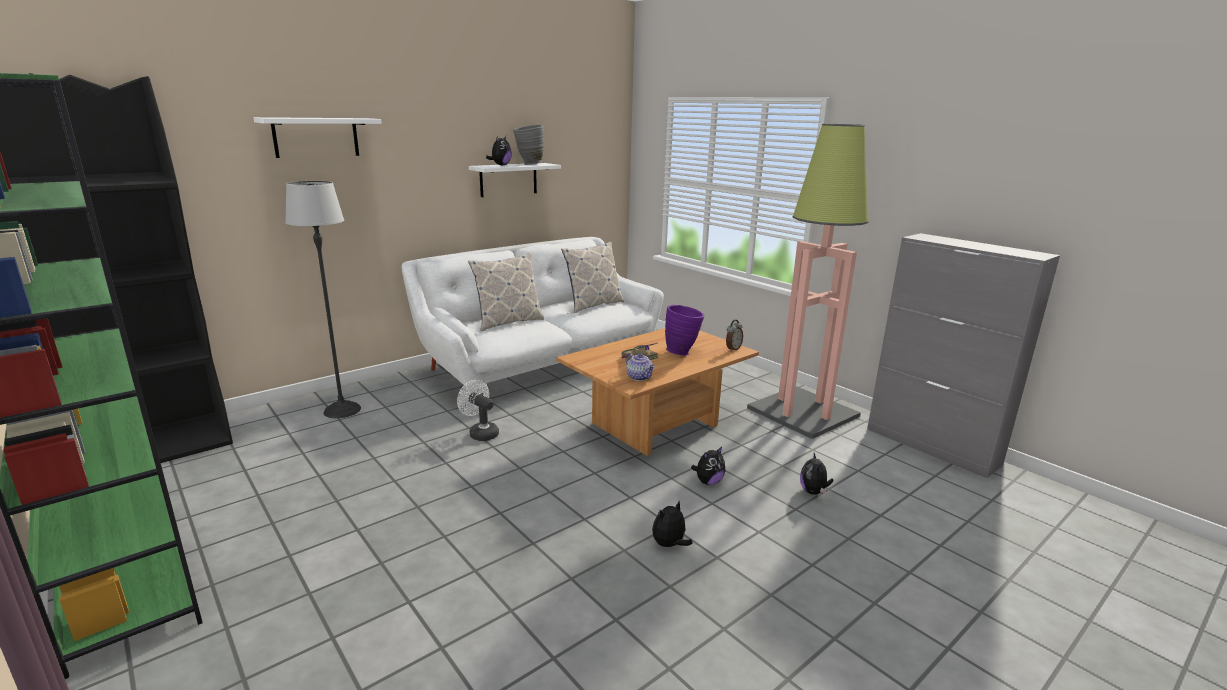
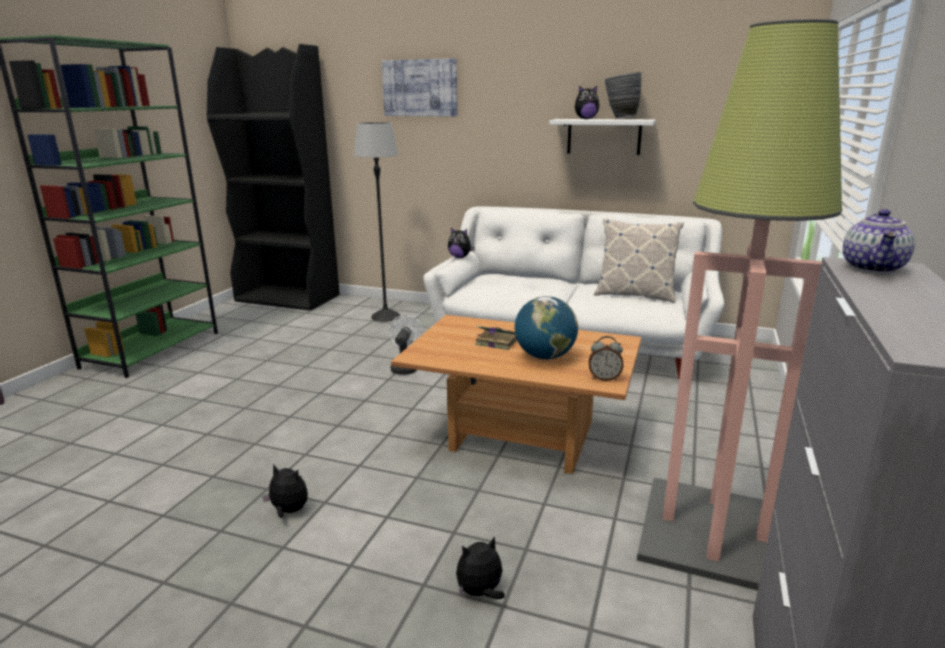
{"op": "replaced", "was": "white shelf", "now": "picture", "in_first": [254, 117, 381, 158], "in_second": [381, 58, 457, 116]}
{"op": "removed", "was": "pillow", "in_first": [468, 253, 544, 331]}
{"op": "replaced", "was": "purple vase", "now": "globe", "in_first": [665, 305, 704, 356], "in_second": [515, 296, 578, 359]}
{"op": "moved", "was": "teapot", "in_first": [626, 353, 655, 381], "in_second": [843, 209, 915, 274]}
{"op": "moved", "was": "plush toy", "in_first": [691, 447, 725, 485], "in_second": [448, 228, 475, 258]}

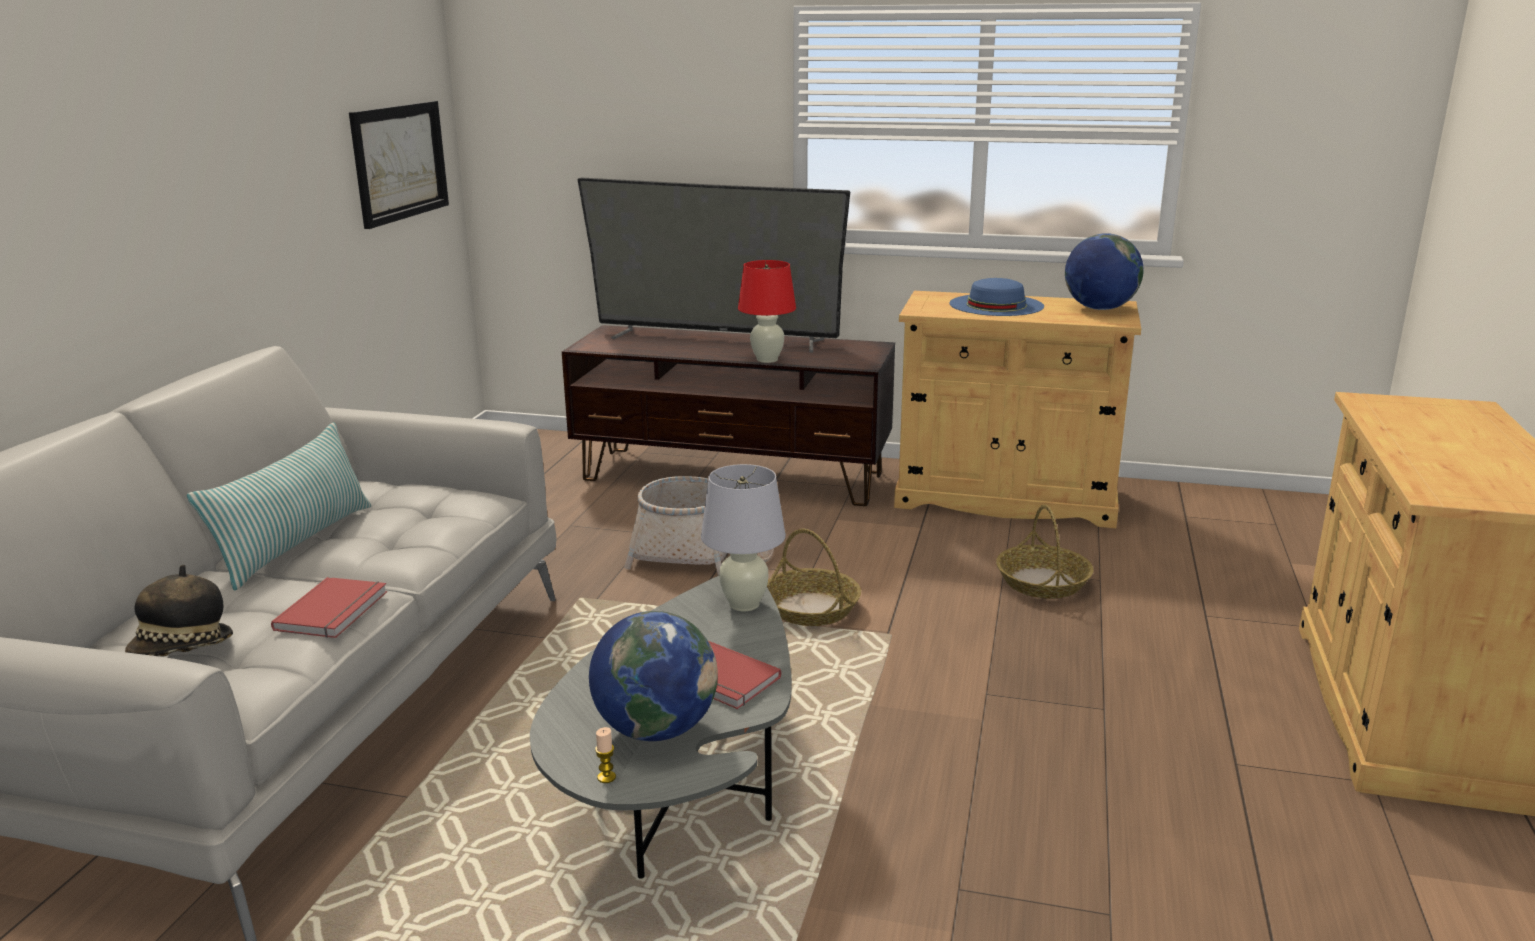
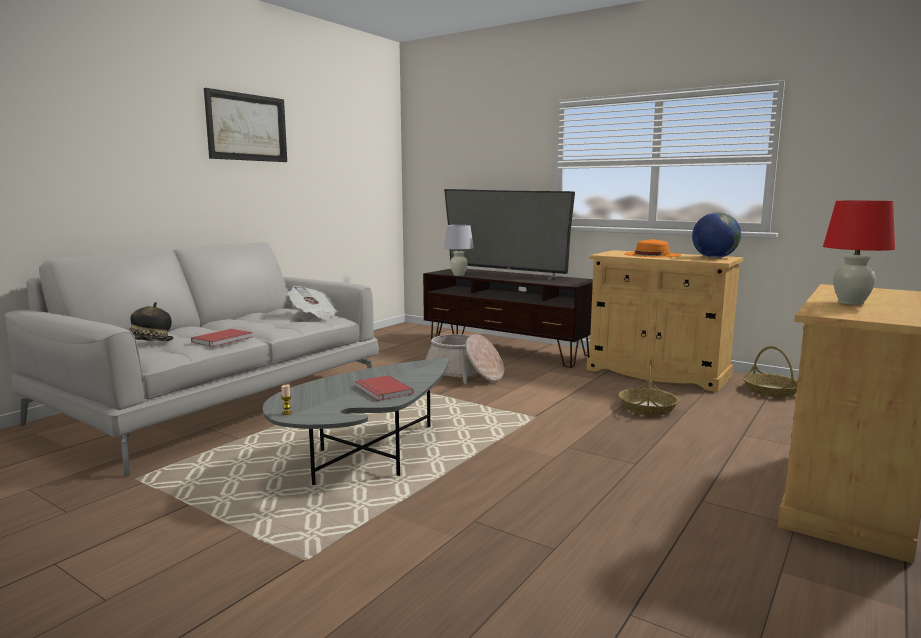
{"op": "moved", "was": "picture", "in_first": [349, 101, 449, 229], "in_second": [204, 88, 287, 162]}
{"op": "moved", "was": "red table lamp", "in_first": [738, 260, 796, 363], "in_second": [823, 200, 895, 305]}
{"op": "recoloured", "was": "blue hat", "now": "orange hat", "in_first": [950, 278, 1044, 316], "in_second": [624, 239, 681, 257]}
{"op": "removed", "was": "pillow", "in_first": [187, 423, 371, 590]}
{"op": "moved", "was": "white table lamp", "in_first": [701, 464, 786, 611], "in_second": [444, 225, 474, 276]}
{"op": "moved", "was": "basket", "in_first": [767, 529, 861, 626], "in_second": [743, 346, 798, 397]}
{"op": "removed", "was": "globe", "in_first": [589, 611, 718, 741]}
{"op": "added", "now": "newspaper", "in_second": [288, 286, 339, 320]}

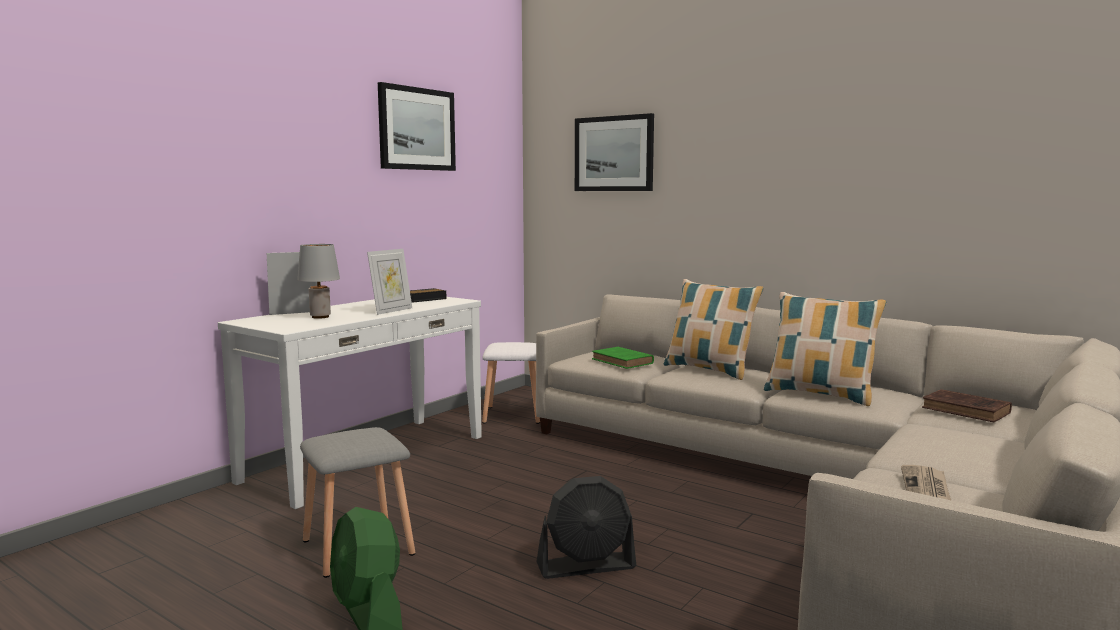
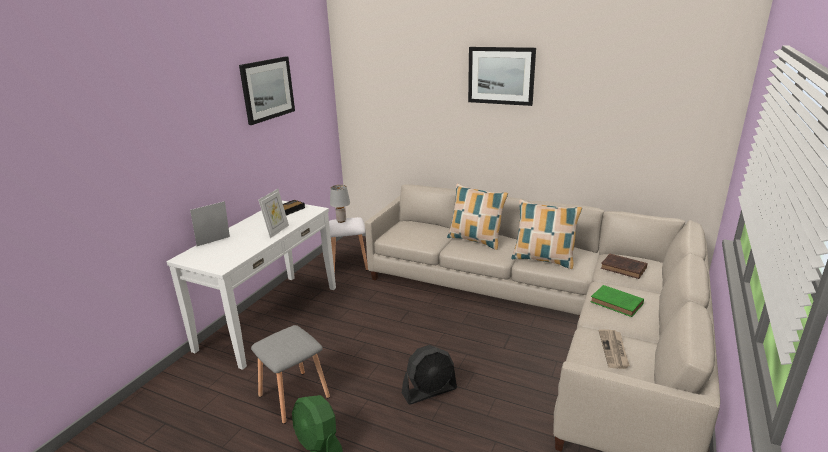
{"op": "moved", "was": "picture", "in_first": [575, 113, 654, 191], "in_second": [468, 47, 536, 106]}
{"op": "moved", "was": "grey table lamp", "in_first": [297, 244, 340, 319], "in_second": [330, 185, 350, 223]}
{"op": "moved", "was": "green book", "in_first": [592, 347, 654, 369], "in_second": [590, 285, 644, 317]}

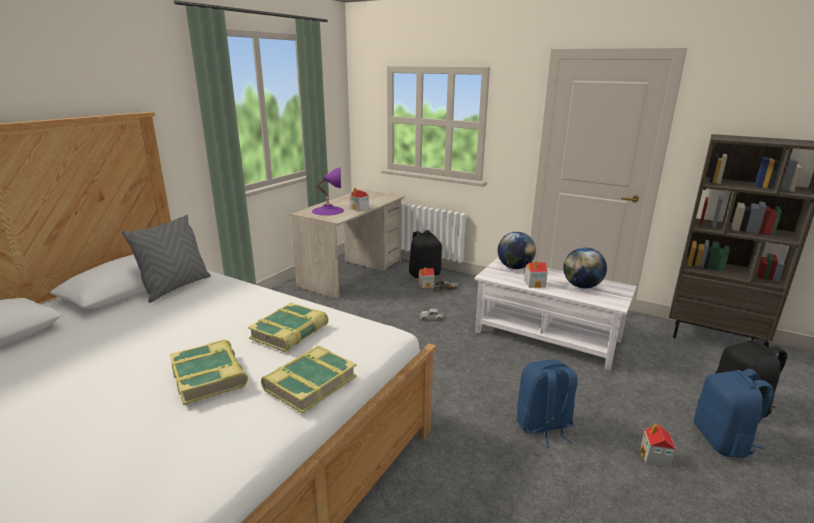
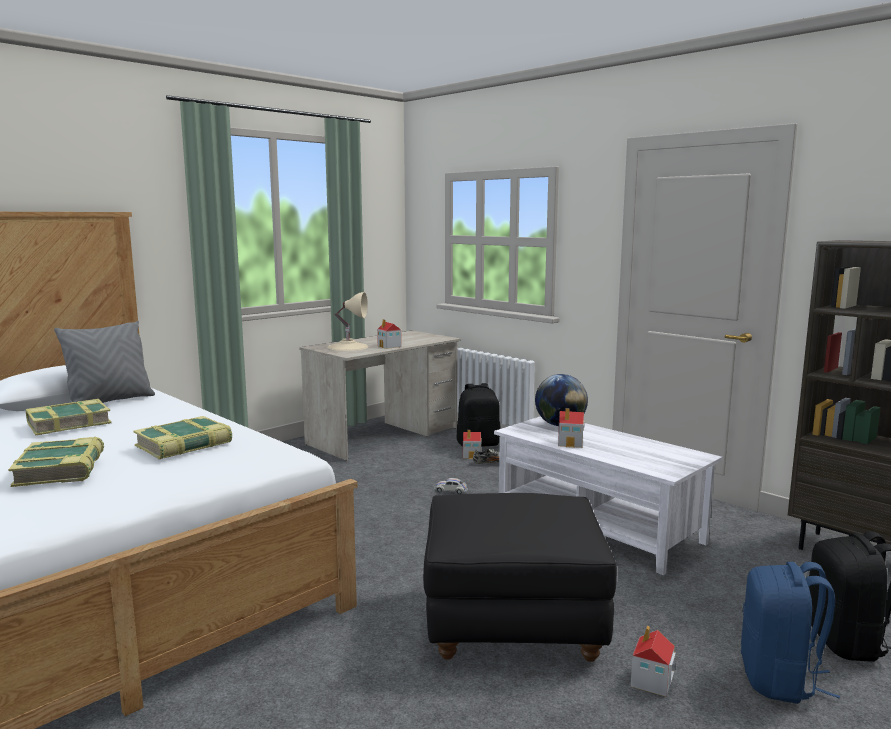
{"op": "recoloured", "was": "purple table lamp", "now": "beige table lamp", "in_first": [312, 167, 344, 216], "in_second": [328, 292, 369, 351]}
{"op": "removed", "was": "globe", "in_first": [563, 247, 607, 288]}
{"op": "moved", "was": "book", "in_first": [261, 346, 357, 414], "in_second": [26, 399, 111, 435]}
{"op": "replaced", "was": "blue backpack", "now": "black ottoman", "in_first": [517, 359, 578, 448], "in_second": [423, 493, 617, 662]}

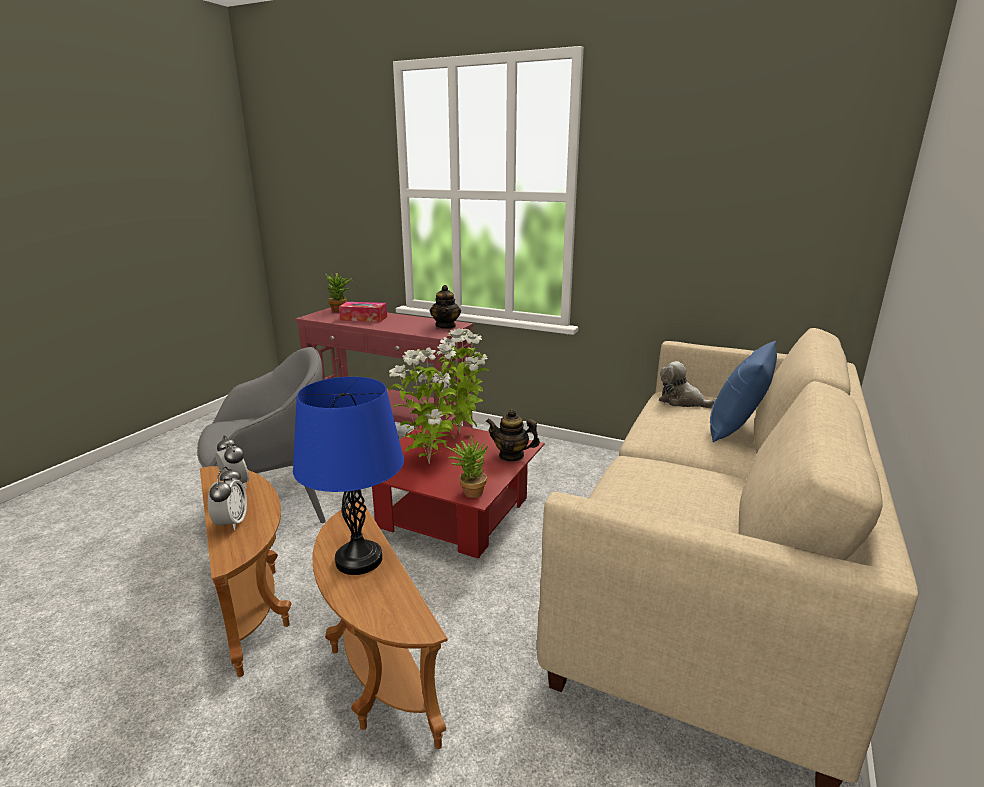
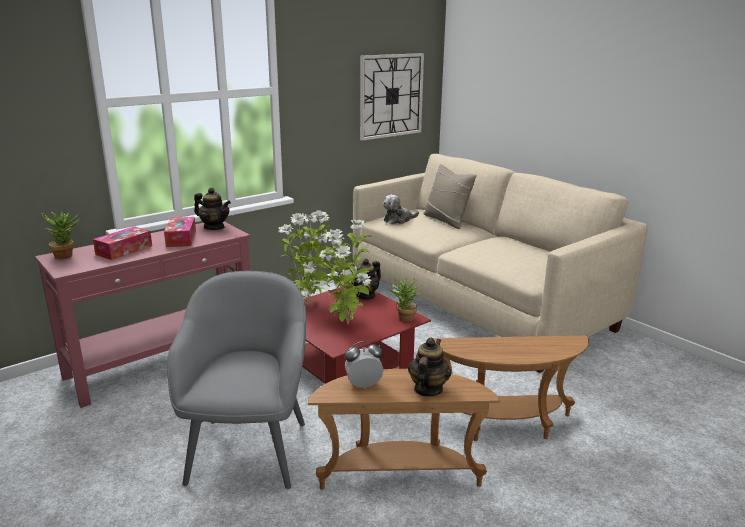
{"op": "recoloured", "was": "blue pillow", "now": "beige pillow", "in_first": [710, 341, 777, 442], "in_second": [423, 164, 477, 229]}
{"op": "removed", "was": "blue table lamp", "in_first": [293, 377, 404, 575]}
{"op": "replaced", "was": "alarm clock", "now": "teapot", "in_first": [208, 466, 247, 530], "in_second": [408, 338, 451, 397]}
{"op": "added", "now": "wall clock", "in_second": [360, 53, 424, 141]}
{"op": "added", "now": "tissue box", "in_second": [164, 217, 196, 247]}

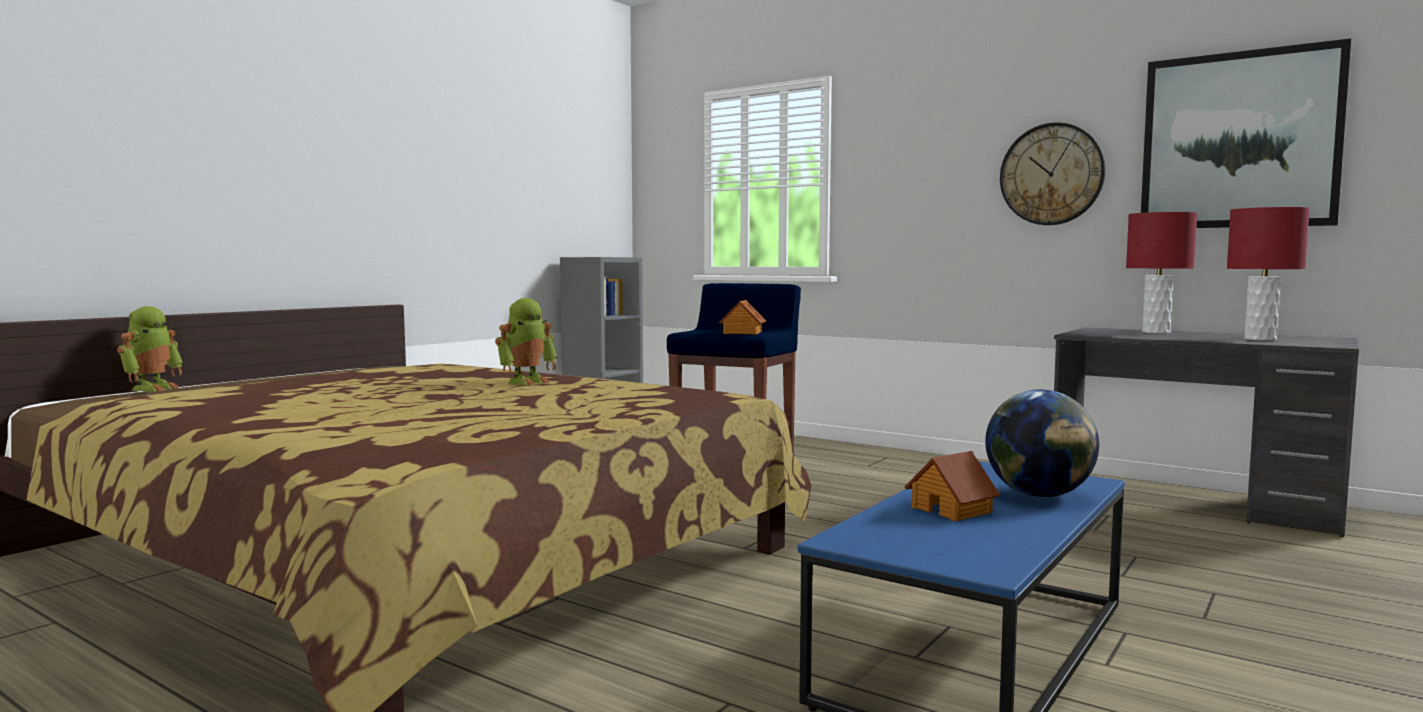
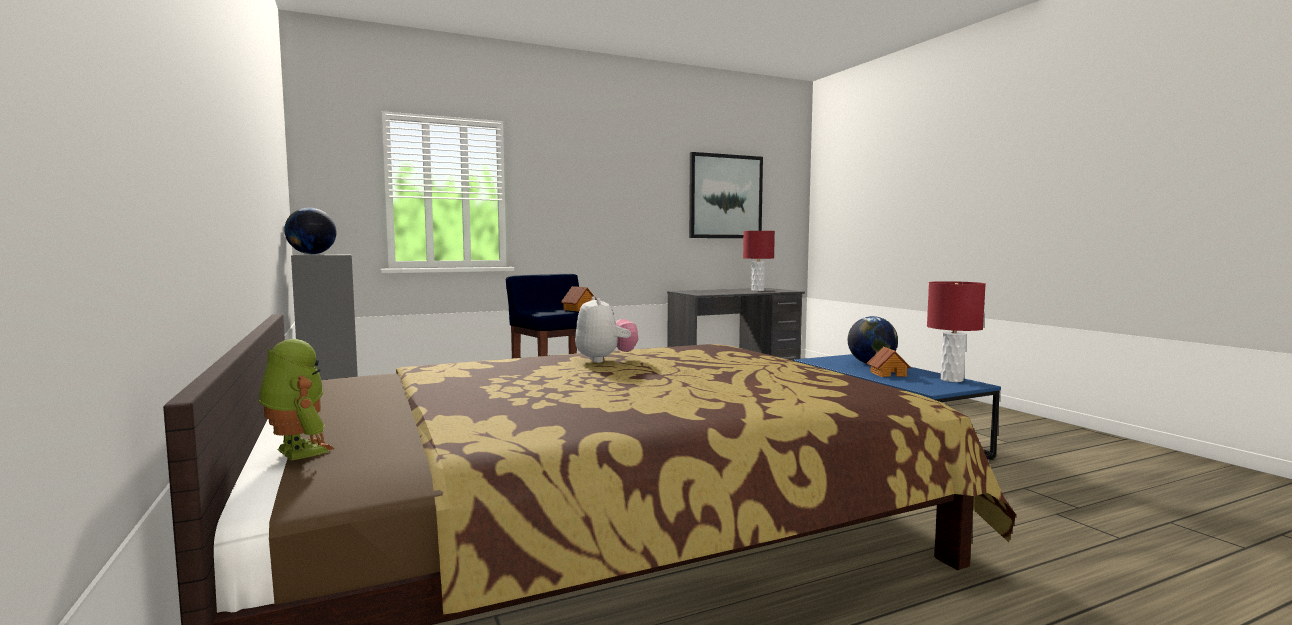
{"op": "removed", "was": "wall clock", "in_first": [1000, 122, 1106, 225]}
{"op": "moved", "was": "red table lamp", "in_first": [1126, 212, 1197, 334], "in_second": [927, 281, 986, 382]}
{"op": "replaced", "was": "toy robot", "now": "plush toy", "in_first": [495, 298, 557, 385], "in_second": [575, 296, 638, 363]}
{"op": "added", "now": "globe", "in_second": [284, 208, 336, 254]}

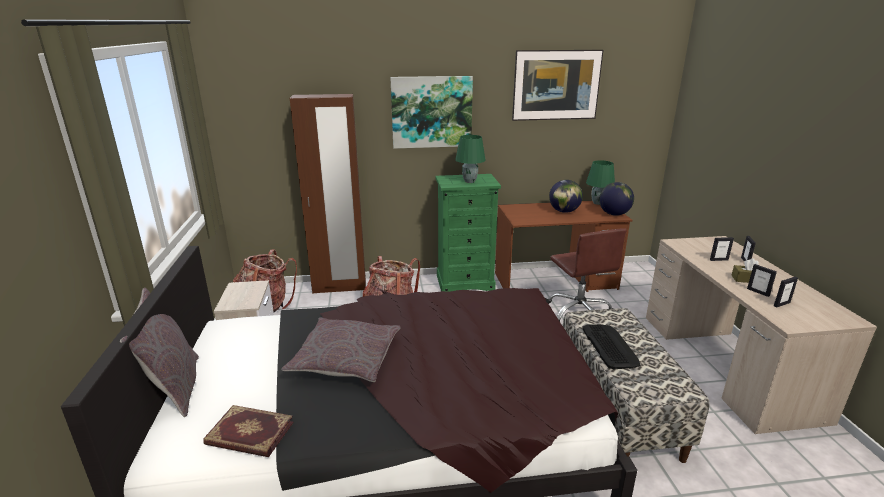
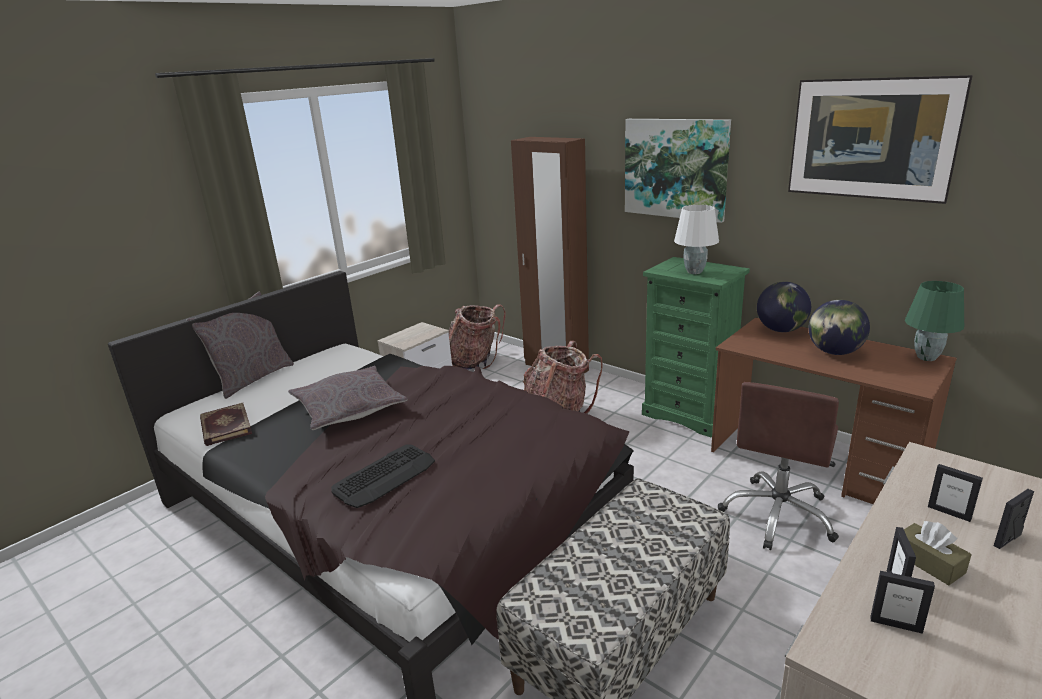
{"op": "recoloured", "was": "green table lamp", "now": "white table lamp", "in_first": [455, 135, 486, 183], "in_second": [674, 205, 719, 274]}
{"op": "moved", "was": "globe", "in_first": [599, 182, 634, 216], "in_second": [757, 282, 811, 332]}
{"op": "moved", "was": "keyboard", "in_first": [582, 324, 640, 369], "in_second": [331, 444, 435, 508]}

